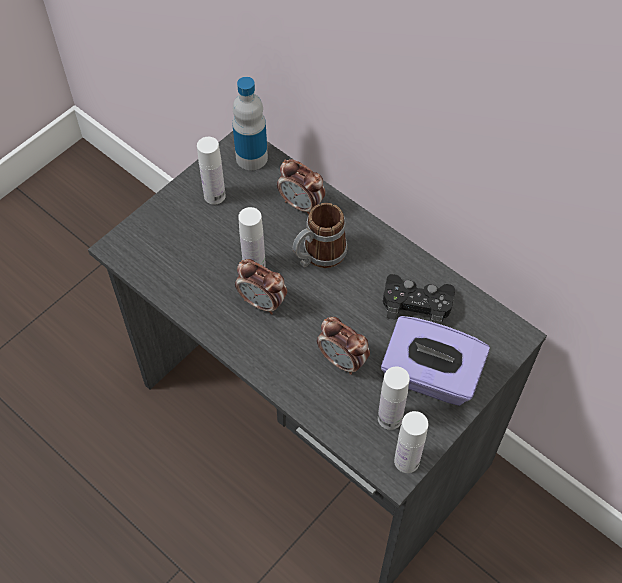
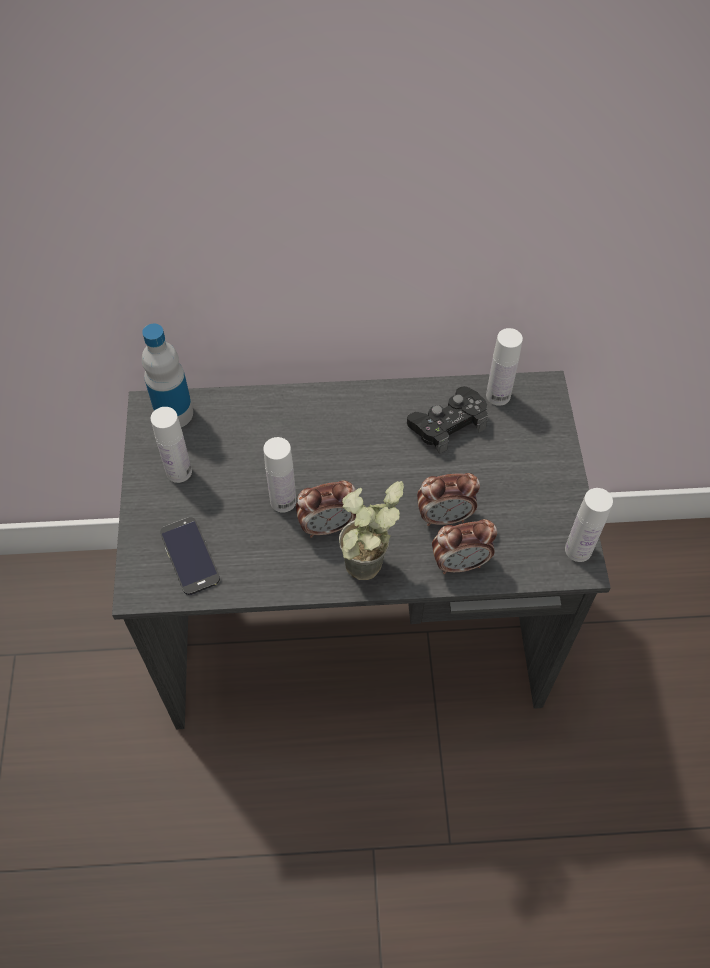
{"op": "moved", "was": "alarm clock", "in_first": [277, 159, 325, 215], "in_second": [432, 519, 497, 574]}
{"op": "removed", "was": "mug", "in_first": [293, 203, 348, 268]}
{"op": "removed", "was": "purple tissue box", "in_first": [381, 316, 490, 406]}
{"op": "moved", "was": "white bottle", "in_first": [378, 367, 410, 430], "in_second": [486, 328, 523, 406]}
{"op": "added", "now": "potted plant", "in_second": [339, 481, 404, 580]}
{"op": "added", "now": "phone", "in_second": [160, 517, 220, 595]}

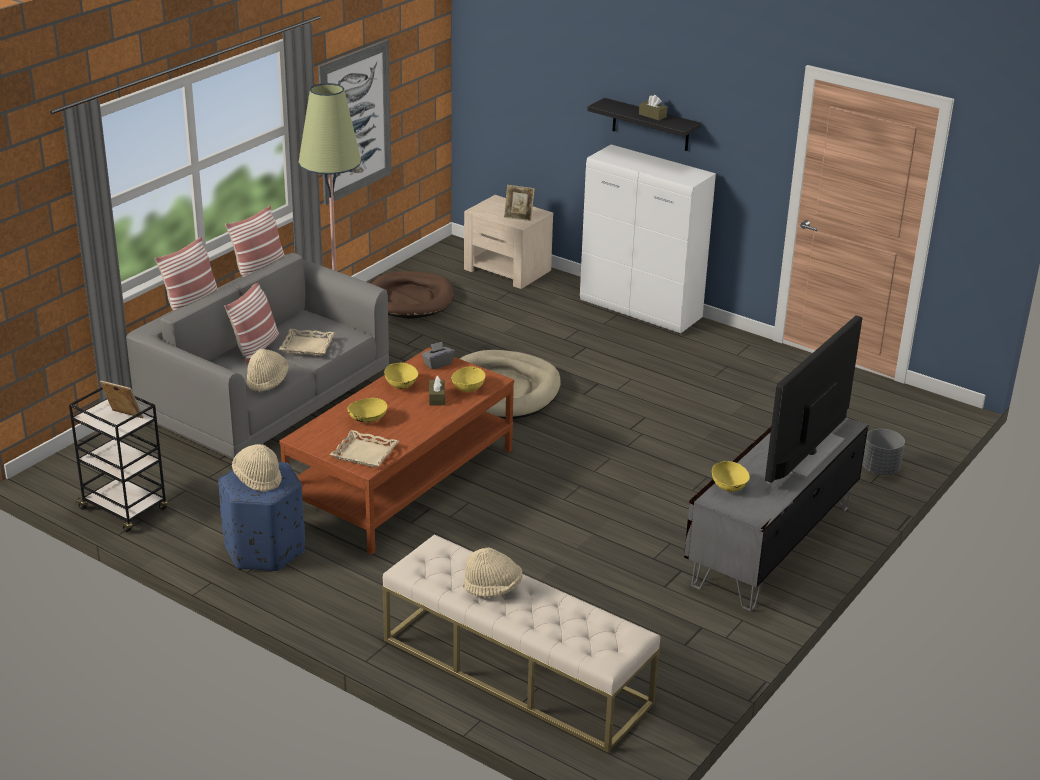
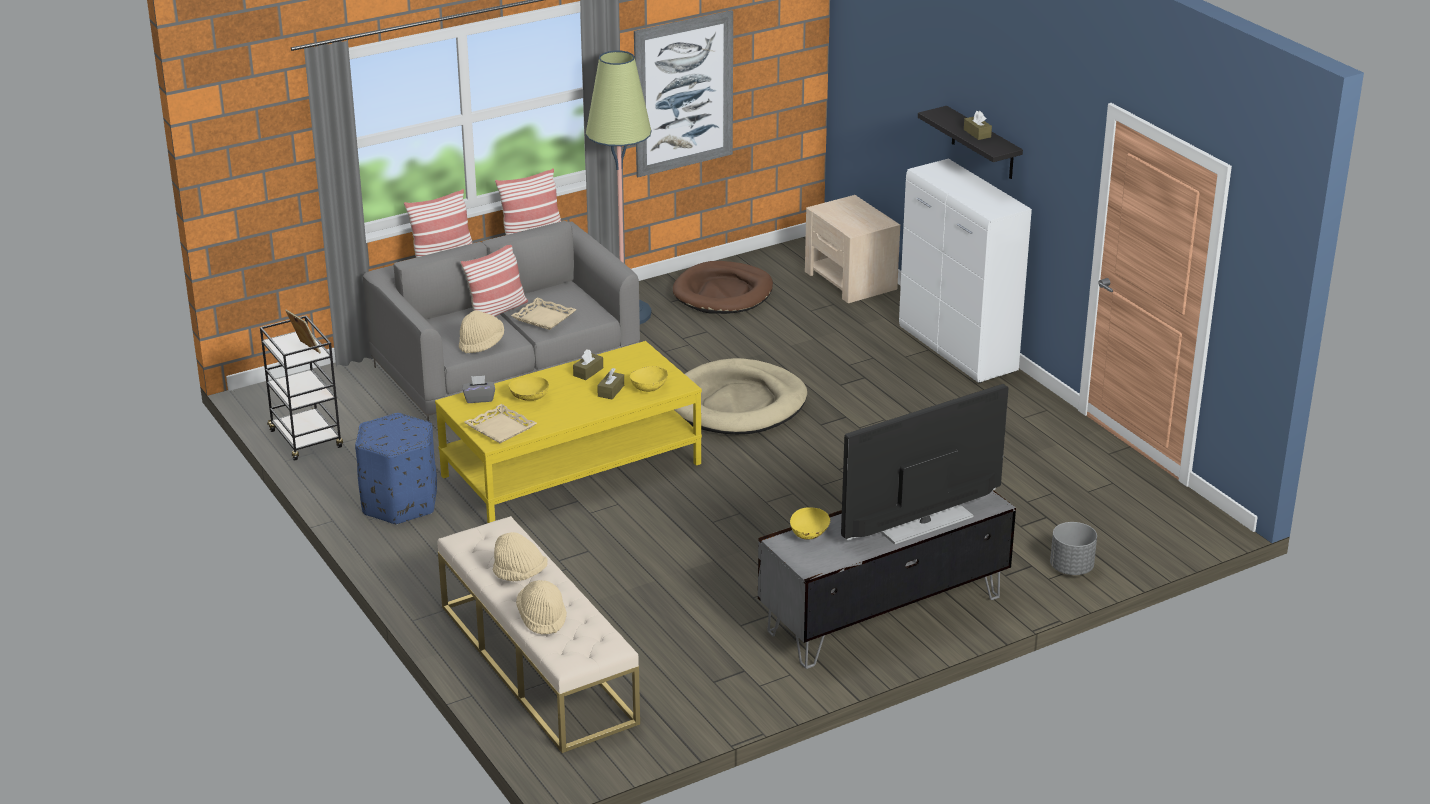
{"op": "removed", "was": "picture frame", "in_first": [504, 185, 535, 221]}
{"op": "moved", "was": "grey tissue box", "in_first": [421, 342, 455, 370], "in_second": [463, 375, 495, 403]}
{"op": "recoloured", "was": "brown coffee table", "now": "yellow coffee table", "in_first": [279, 347, 514, 555], "in_second": [435, 341, 702, 523]}
{"op": "replaced", "was": "yellow bowl", "now": "brown tissue box", "in_first": [384, 363, 418, 389], "in_second": [573, 350, 603, 380]}
{"op": "moved", "was": "beige hat", "in_first": [232, 444, 282, 491], "in_second": [516, 580, 567, 634]}

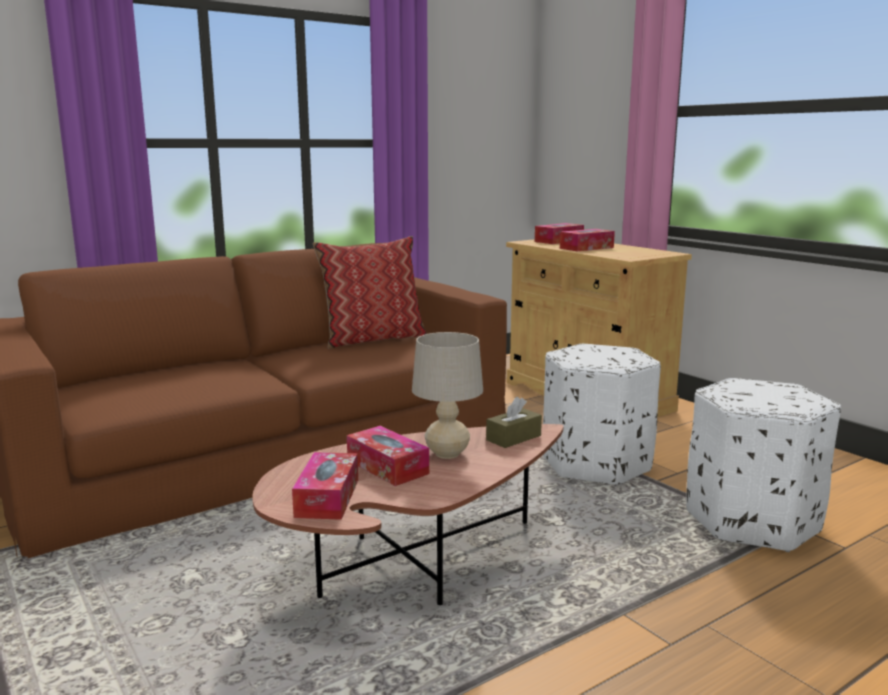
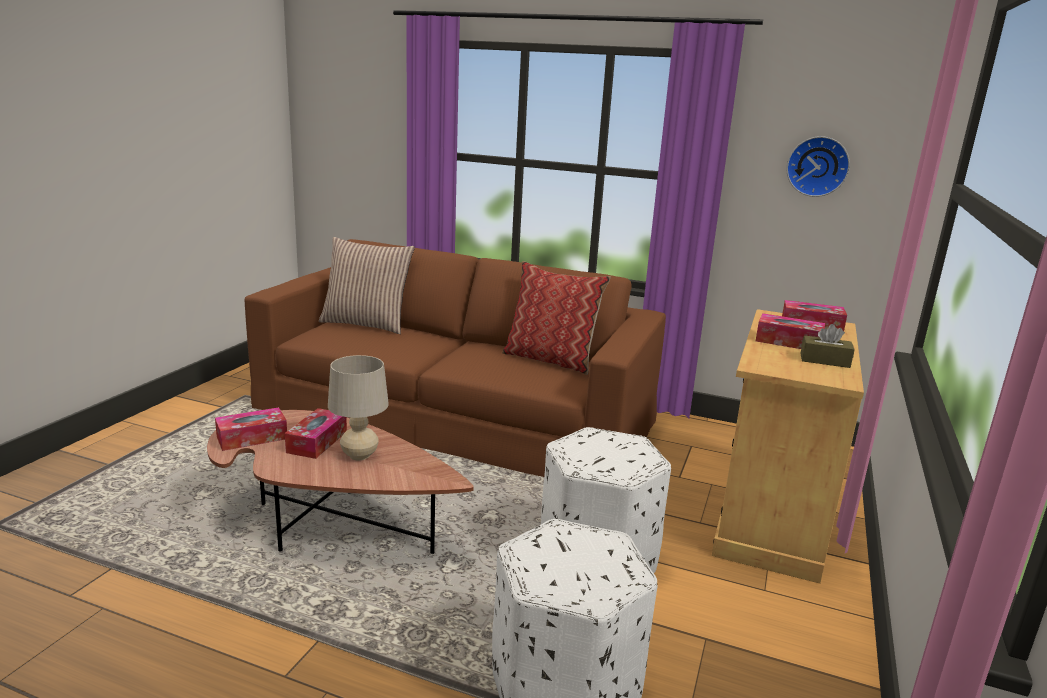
{"op": "moved", "was": "brown tissue box", "in_first": [486, 397, 542, 448], "in_second": [800, 324, 855, 368]}
{"op": "added", "now": "wall clock", "in_second": [787, 136, 850, 197]}
{"op": "added", "now": "pillow", "in_second": [319, 237, 415, 334]}

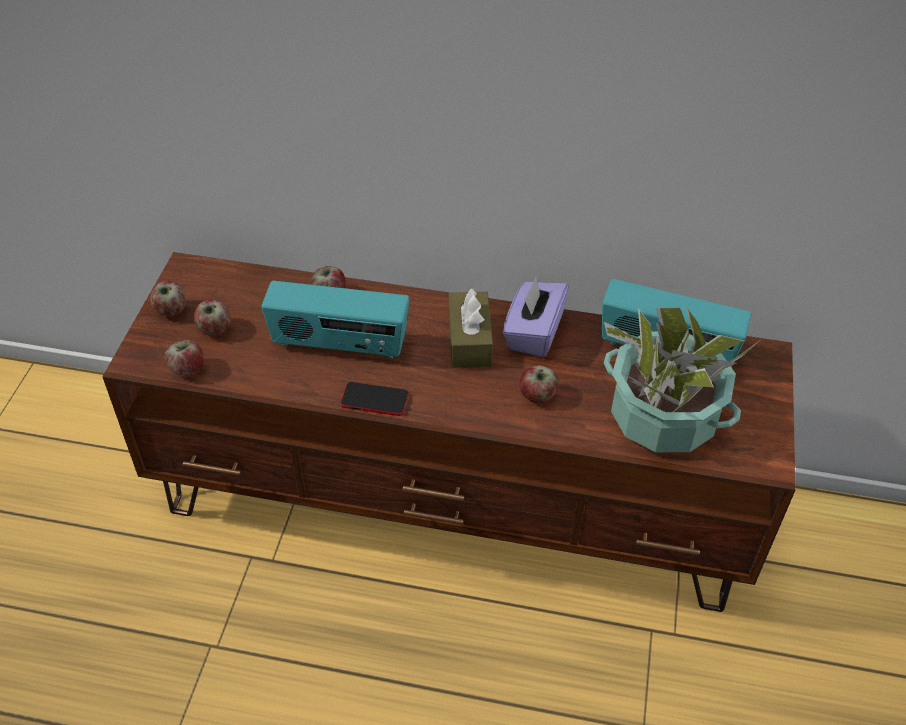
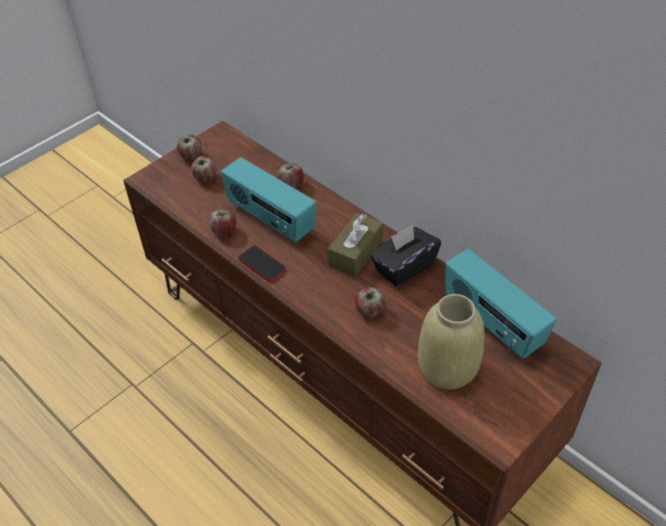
{"op": "recoloured", "was": "purple tissue box", "now": "black tissue box", "in_first": [503, 278, 569, 357], "in_second": [370, 225, 441, 287]}
{"op": "replaced", "was": "potted plant", "now": "beige vase", "in_first": [604, 305, 759, 452], "in_second": [418, 294, 484, 390]}
{"op": "moved", "was": "apple", "in_first": [165, 340, 204, 377], "in_second": [208, 209, 236, 237]}

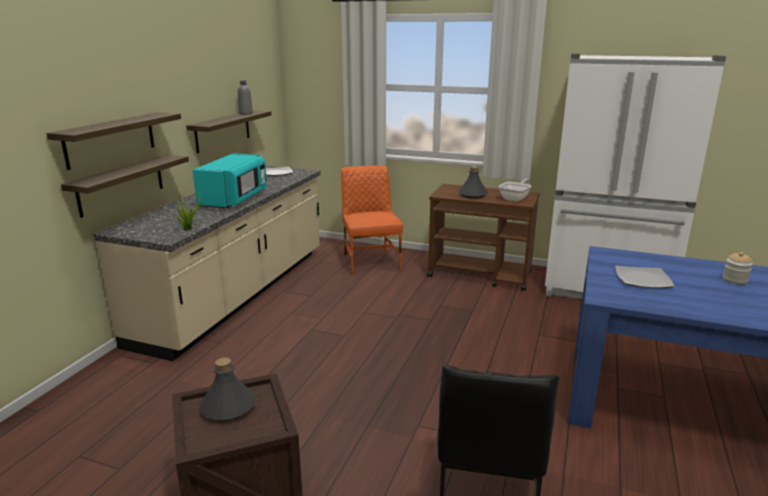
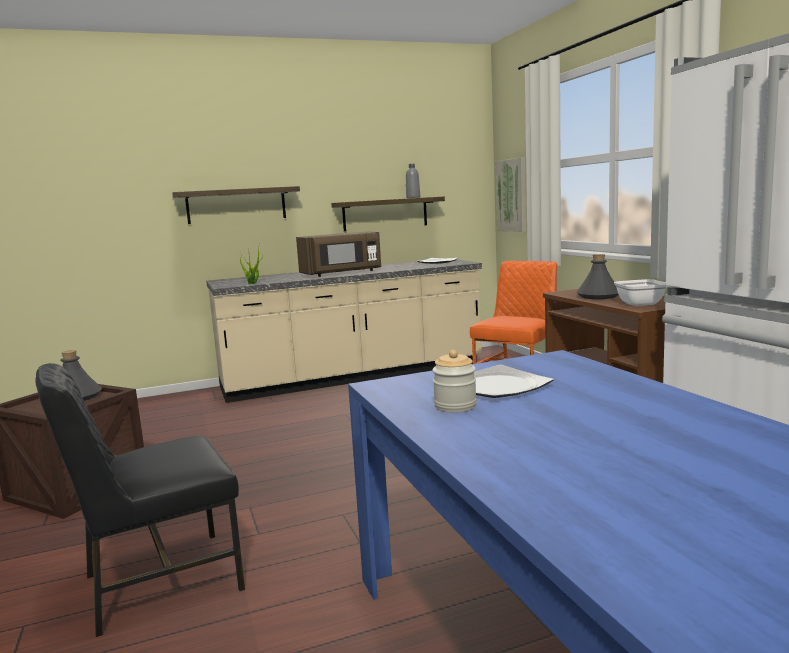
{"op": "recoloured", "was": "turquoise microwave", "now": "brown microwave", "in_first": [193, 153, 267, 208], "in_second": [296, 232, 381, 277]}
{"op": "removed", "was": "shelf", "in_first": [61, 154, 189, 218]}
{"op": "moved", "was": "jar", "in_first": [723, 252, 753, 285], "in_second": [432, 350, 477, 413]}
{"op": "added", "now": "picture", "in_second": [496, 157, 526, 232]}

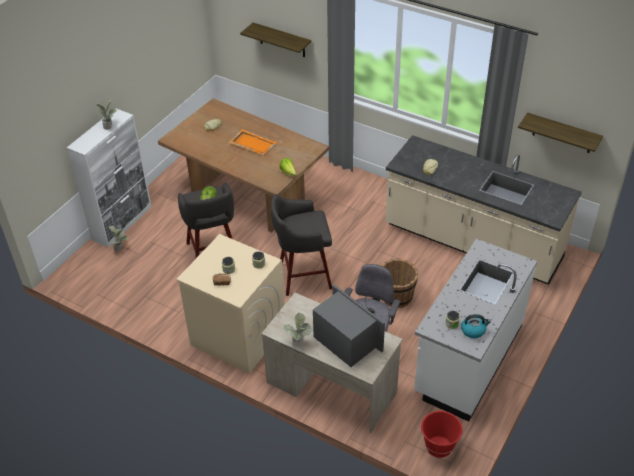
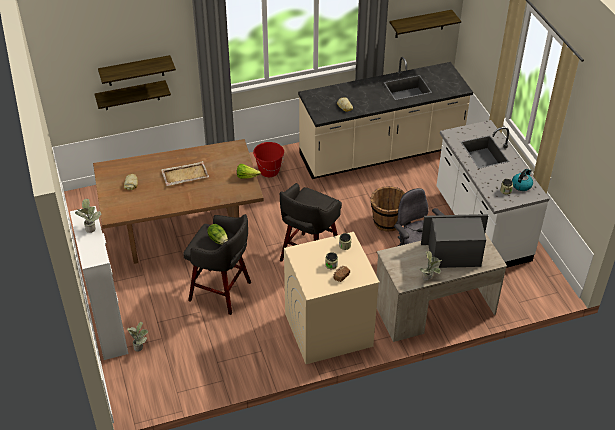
{"op": "recoloured", "was": "orange tray", "now": "beige tray", "in_first": [228, 129, 277, 155], "in_second": [161, 161, 209, 186]}
{"op": "moved", "was": "red bucket", "in_first": [420, 411, 464, 458], "in_second": [253, 142, 284, 177]}
{"op": "added", "now": "shelf", "in_second": [94, 80, 171, 110]}

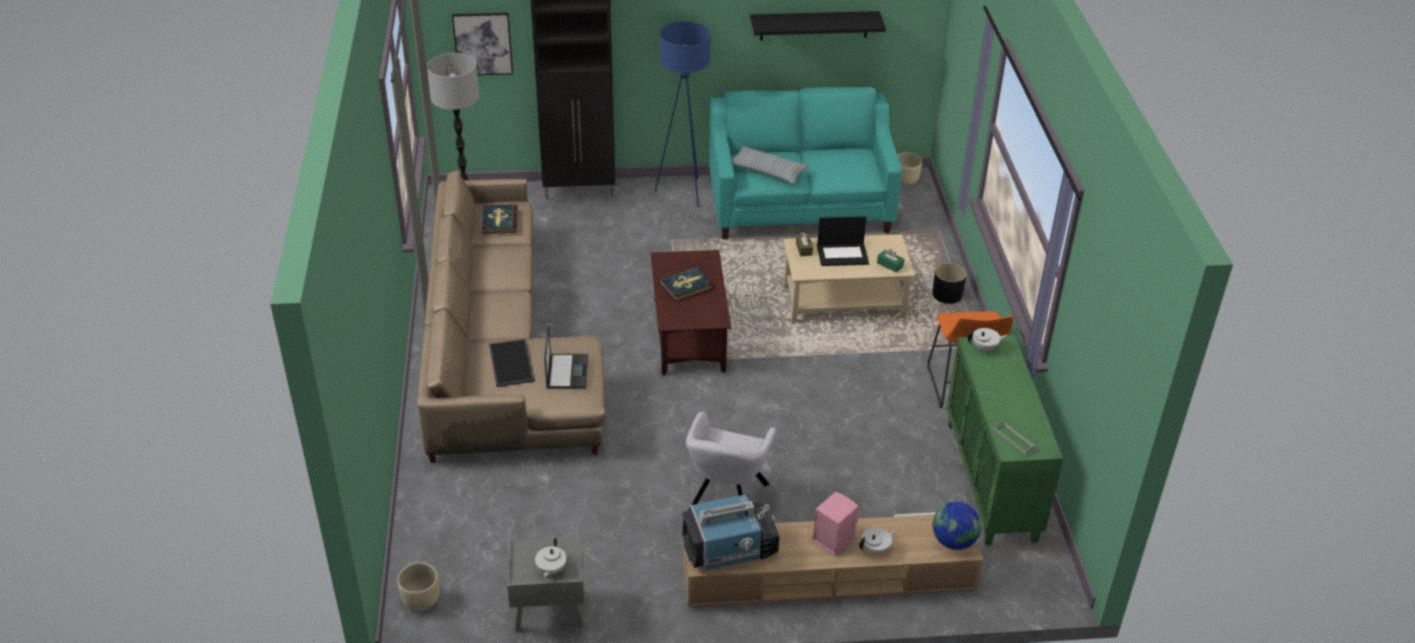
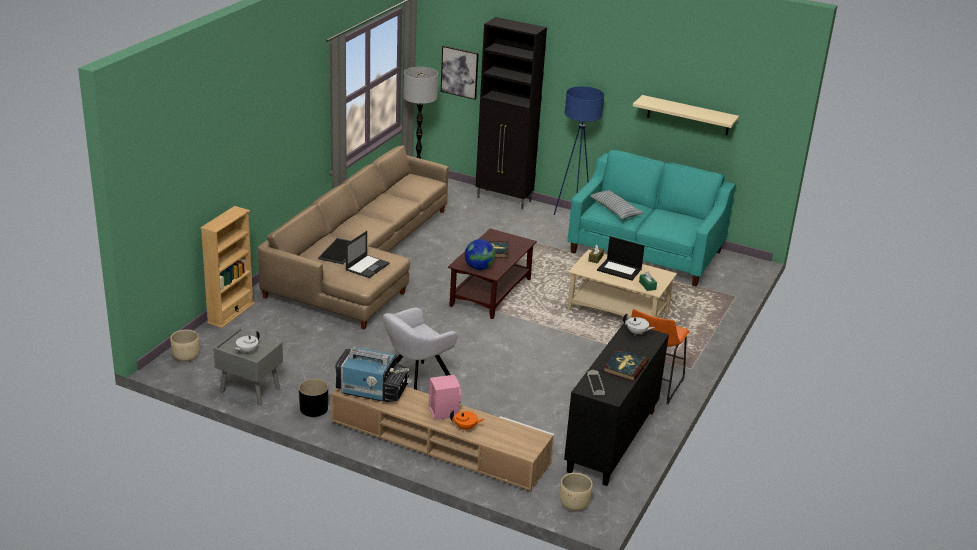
{"op": "recoloured", "was": "black shelf", "now": "beige shelf", "in_first": [750, 11, 886, 41], "in_second": [633, 95, 739, 135]}
{"op": "moved", "was": "beige planter", "in_first": [897, 152, 922, 186], "in_second": [560, 473, 593, 511]}
{"op": "moved", "was": "book", "in_first": [482, 204, 518, 234], "in_second": [603, 348, 649, 381]}
{"op": "moved", "was": "black planter", "in_first": [932, 263, 967, 304], "in_second": [299, 379, 328, 417]}
{"op": "recoloured", "was": "green cabinet", "now": "black cabinet", "in_first": [946, 335, 1063, 545], "in_second": [564, 323, 669, 486]}
{"op": "moved", "was": "globe", "in_first": [933, 502, 981, 550], "in_second": [465, 239, 496, 270]}
{"op": "recoloured", "was": "white teapot", "now": "orange teapot", "in_first": [859, 528, 897, 555], "in_second": [450, 410, 484, 432]}
{"op": "added", "now": "beige bookcase", "in_second": [200, 206, 255, 328]}

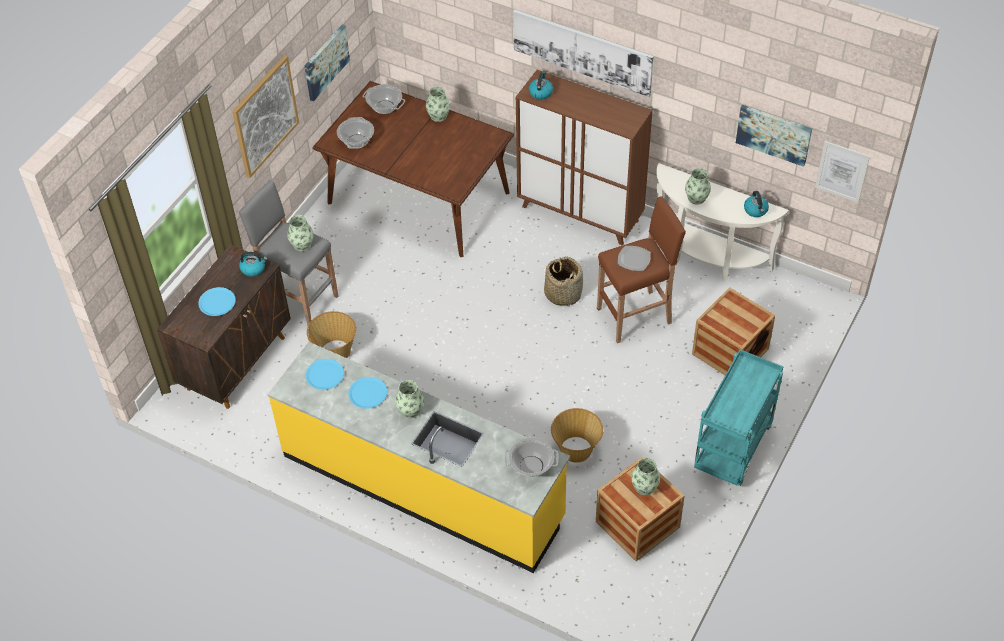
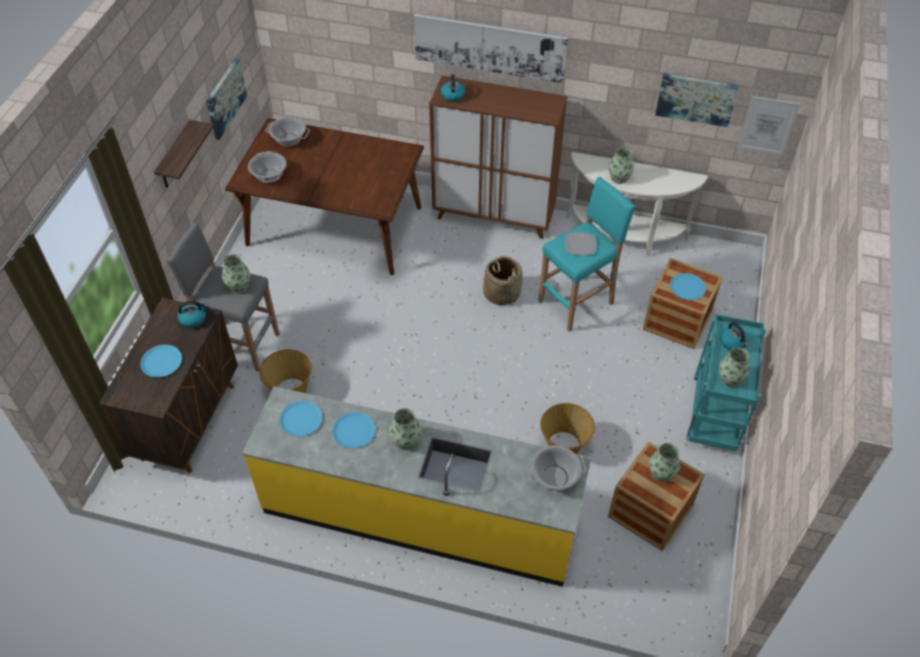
{"op": "replaced", "was": "picture", "now": "shelf", "in_first": [232, 55, 299, 178], "in_second": [154, 120, 214, 188]}
{"op": "moved", "was": "vase", "in_first": [426, 86, 450, 122], "in_second": [719, 347, 750, 387]}
{"op": "moved", "was": "kettle", "in_first": [744, 191, 769, 217], "in_second": [720, 322, 749, 350]}
{"op": "recoloured", "was": "brown stool", "now": "turquoise stool", "in_first": [597, 196, 686, 343], "in_second": [538, 177, 636, 332]}
{"op": "added", "now": "blue plate", "in_second": [670, 273, 706, 300]}

